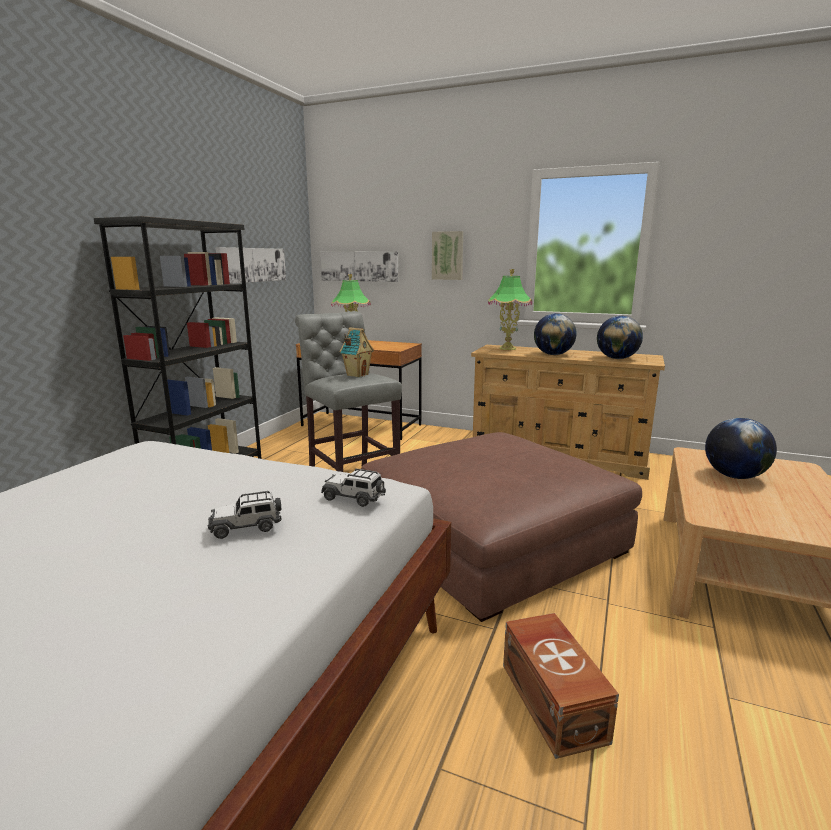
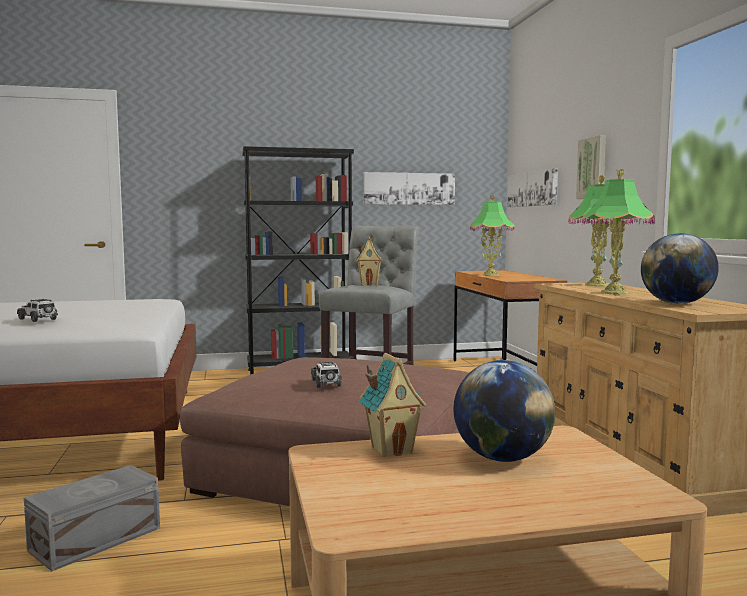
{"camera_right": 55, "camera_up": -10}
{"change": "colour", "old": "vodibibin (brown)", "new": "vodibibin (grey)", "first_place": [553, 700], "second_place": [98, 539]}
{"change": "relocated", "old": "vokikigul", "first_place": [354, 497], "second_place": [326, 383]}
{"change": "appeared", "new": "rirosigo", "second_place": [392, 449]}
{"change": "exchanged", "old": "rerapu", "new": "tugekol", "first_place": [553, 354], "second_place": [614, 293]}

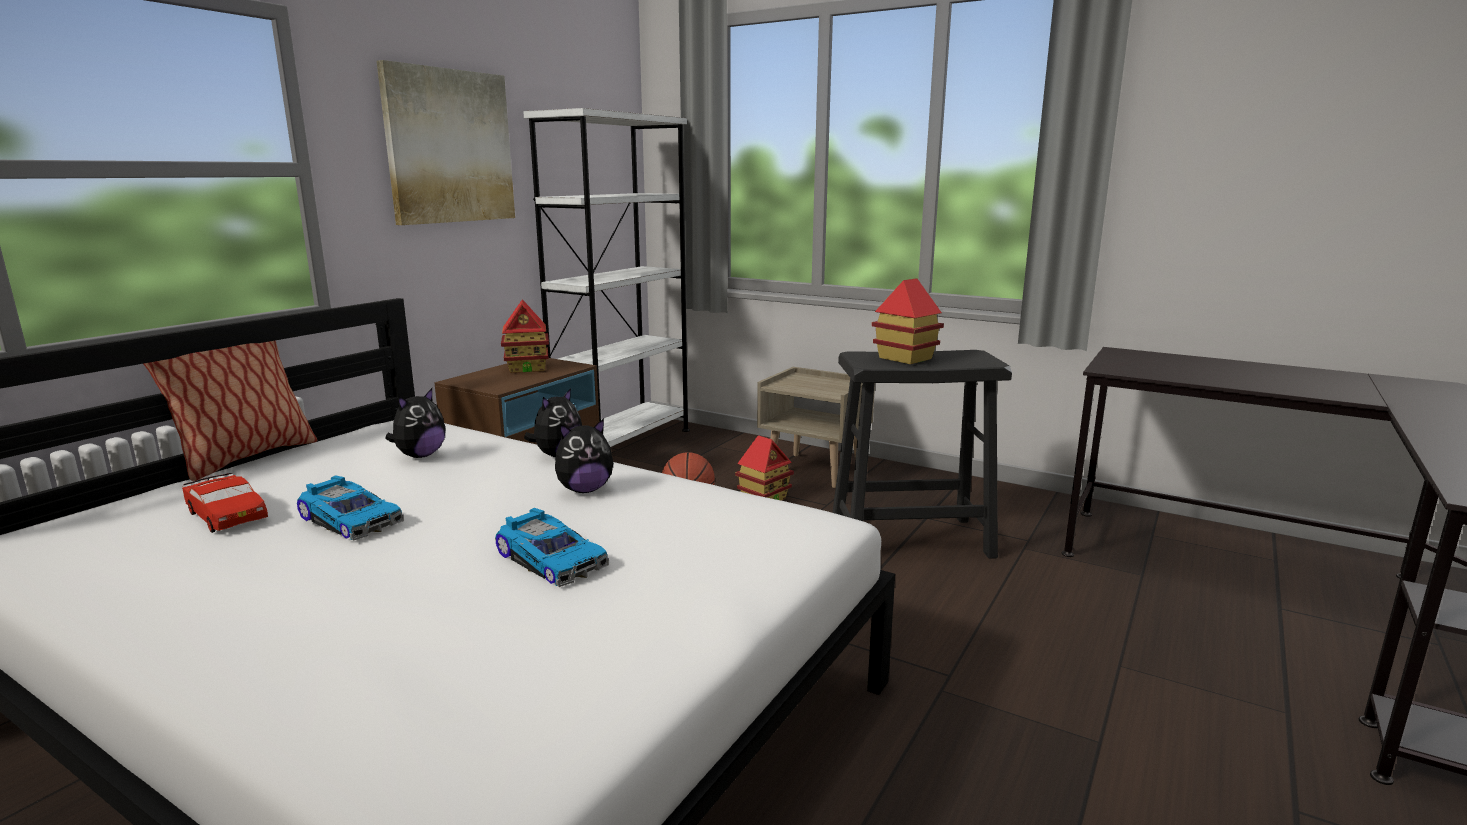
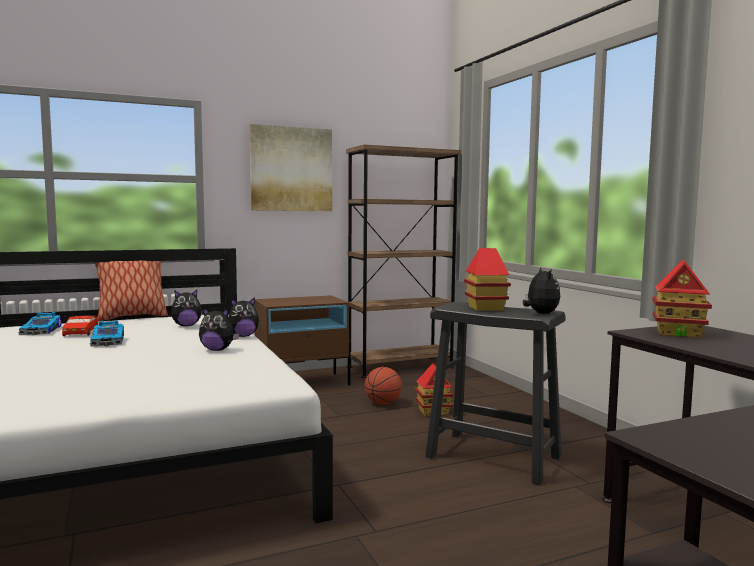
{"camera_right": 35, "camera_up": -10}
{"change": "relocated", "old": "vokikigul", "first_place": [553, 559], "second_place": [42, 330]}
{"change": "colour", "old": "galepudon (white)", "new": "galepudon (brown)", "first_place": [623, 444], "second_place": [400, 367]}
{"change": "appeared", "new": "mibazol", "second_place": [540, 313]}
{"change": "relocated", "old": "rirosigo", "first_place": [527, 368], "second_place": [678, 333]}
{"change": "missing", "old": "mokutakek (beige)", "first_place": [815, 470]}

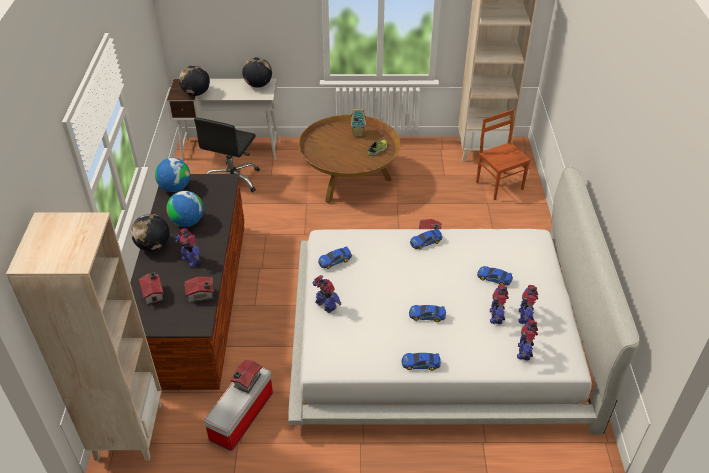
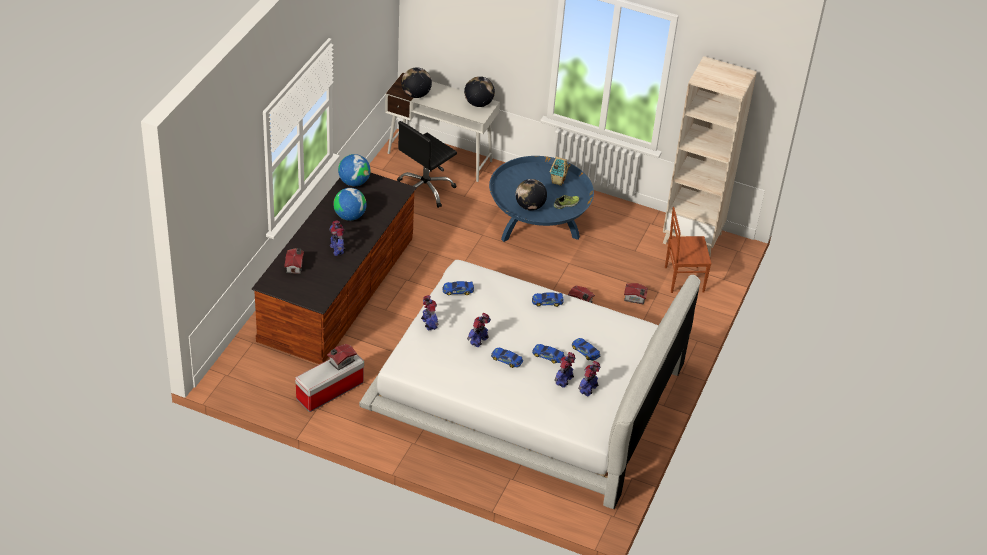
{"camera_right": 20, "camera_up": 0}
{"change": "relocated", "old": "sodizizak", "first_place": [524, 351], "second_place": [479, 341]}
{"change": "colour", "old": "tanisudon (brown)", "new": "tanisudon (blue)", "first_place": [349, 179], "second_place": [537, 224]}
{"change": "relocated", "old": "rerapu", "first_place": [153, 246], "second_place": [529, 206]}
{"change": "relocated", "old": "vokikigul", "first_place": [420, 363], "second_place": [548, 356]}
{"change": "relocated", "old": "rirosigo", "first_place": [201, 295], "second_place": [635, 299]}
{"change": "spun", "old": "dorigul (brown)", "first_place": [499, 185], "second_place": [683, 279], "degrees": -90}
{"change": "missing", "old": "galepudon (beige)", "first_place": [128, 431]}

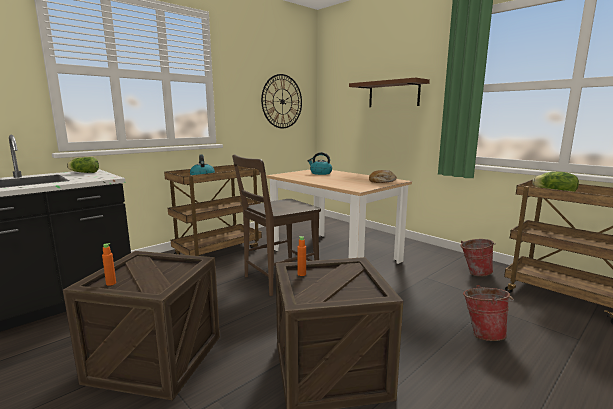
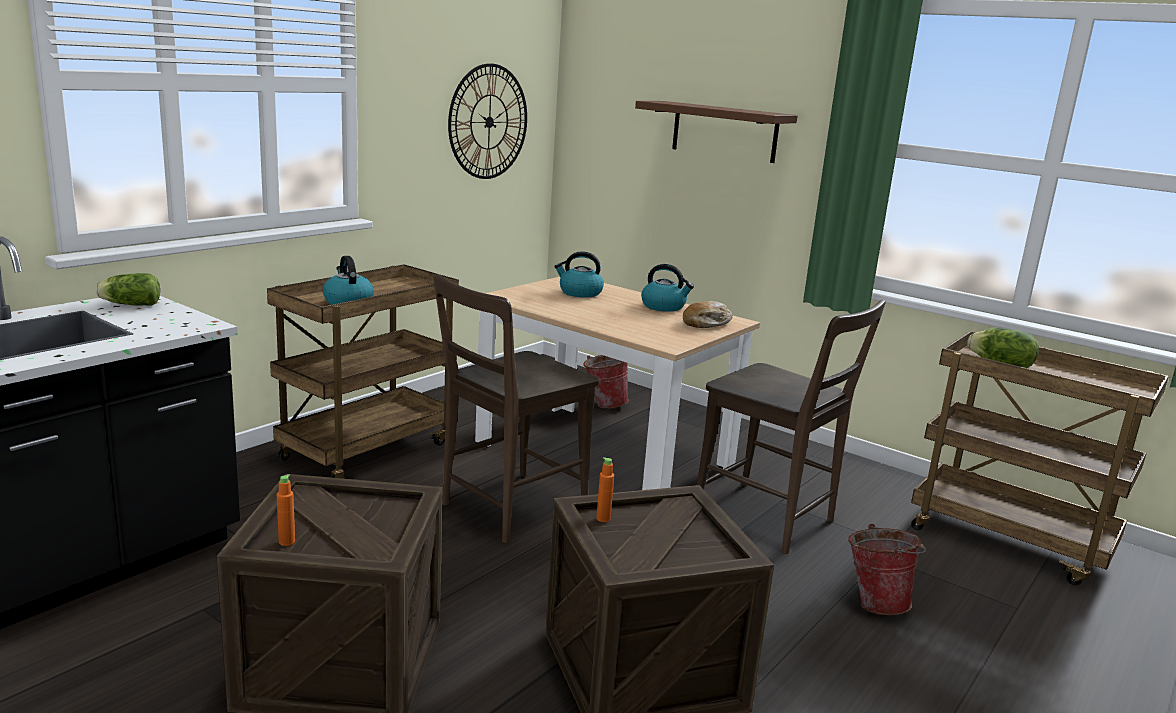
{"camera_right": -10, "camera_up": 5}
{"change": "relocated", "old": "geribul", "first_place": [474, 273], "second_place": [604, 404]}
{"change": "appeared", "new": "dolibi", "second_place": [664, 306]}
{"change": "appeared", "new": "dorigul (brown)", "second_place": [770, 520]}

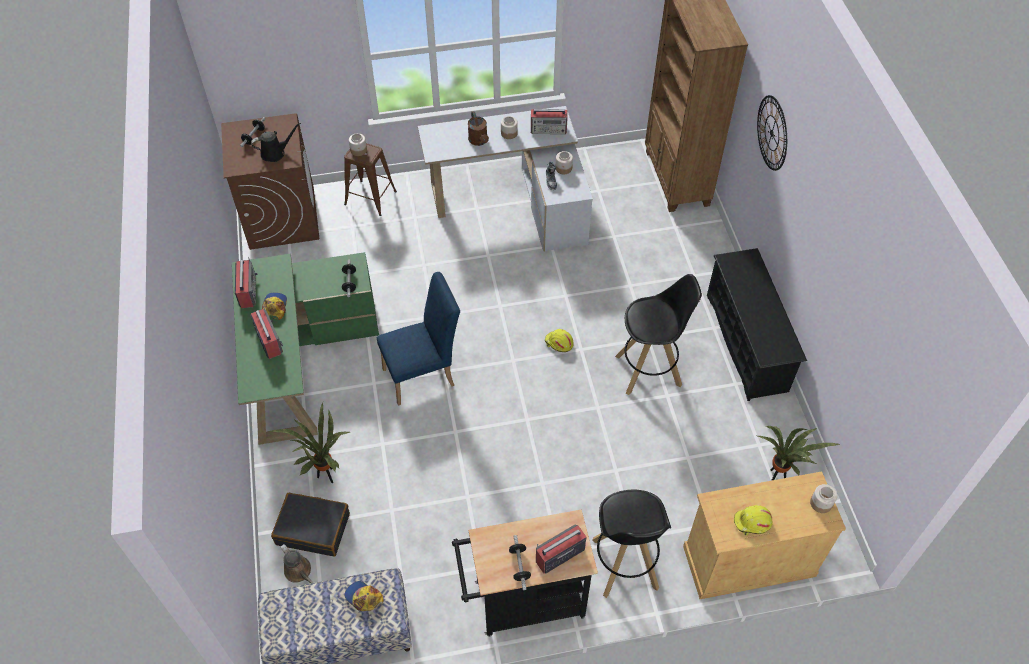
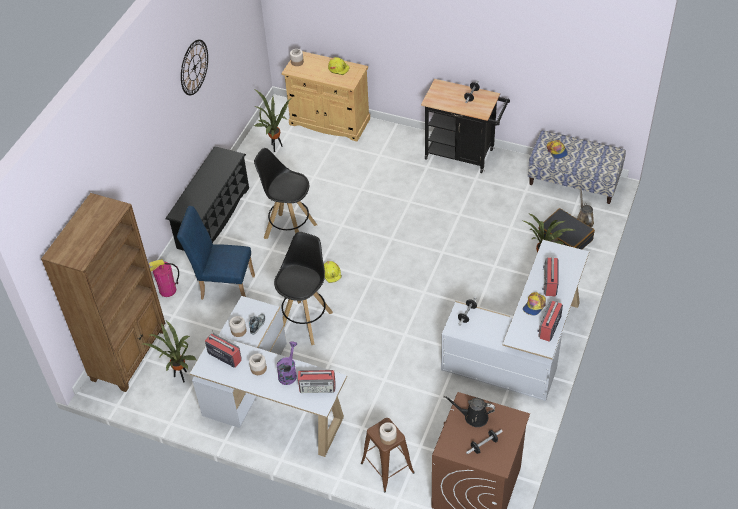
{"camera_right": -145, "camera_up": -5}
{"change": "appeared", "new": "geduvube", "second_place": [181, 377]}
{"change": "appeared", "new": "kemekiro", "second_place": [167, 290]}
{"change": "relocated", "old": "dorigul (blue)", "first_place": [424, 375], "second_place": [223, 286]}
{"change": "relocated", "old": "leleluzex", "first_place": [772, 133], "second_place": [194, 67]}
{"change": "relocated", "old": "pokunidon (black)", "first_place": [625, 564], "second_place": [306, 321]}
{"change": "colour", "old": "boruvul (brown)", "new": "boruvul (purple)", "first_place": [479, 141], "second_place": [288, 373]}
{"change": "relocated", "old": "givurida", "first_place": [559, 555], "second_place": [318, 387]}
{"change": "colour", "old": "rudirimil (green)", "new": "rudirimil (white)", "first_place": [300, 360], "second_place": [522, 348]}

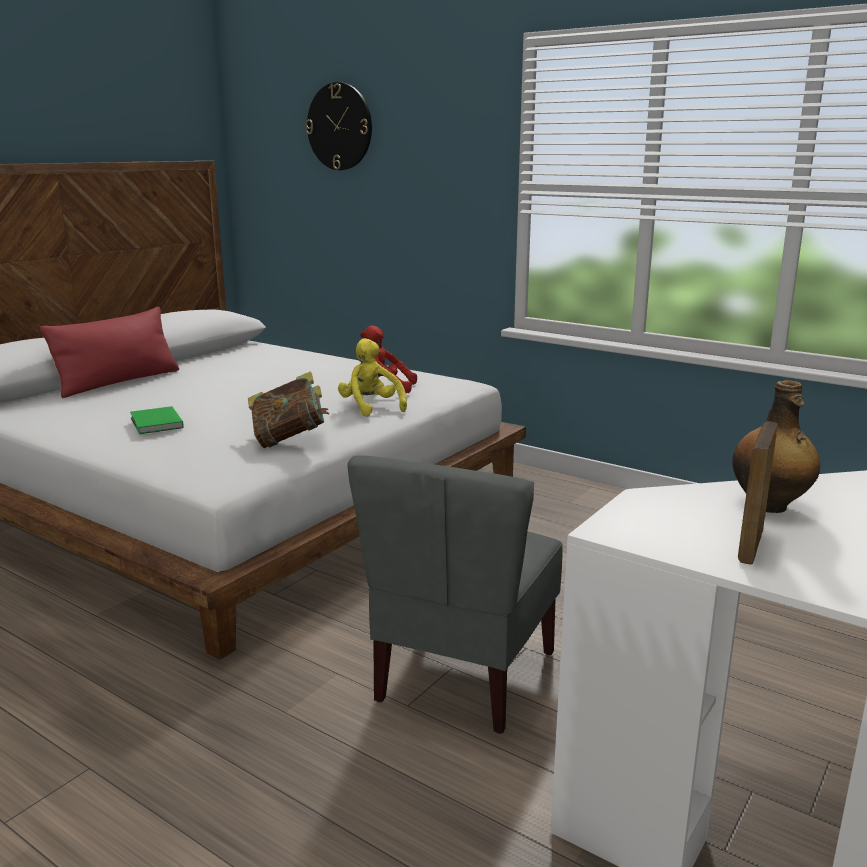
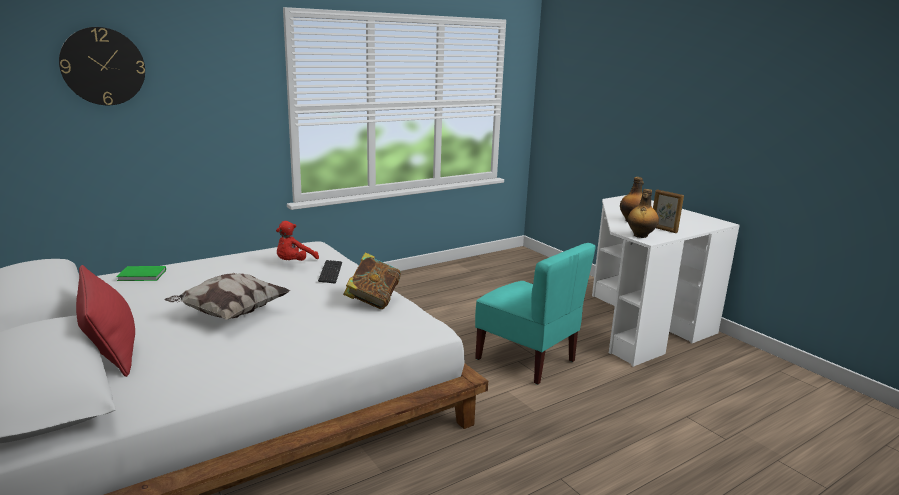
{"camera_right": -70, "camera_up": 0}
{"change": "relocated", "old": "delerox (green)", "first_place": [156, 423], "second_place": [143, 275]}
{"change": "appeared", "new": "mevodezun", "second_place": [230, 313]}
{"change": "exchanged", "old": "mibazol (yellow)", "new": "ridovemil", "first_place": [371, 407], "second_place": [330, 273]}
{"change": "colour", "old": "dorigul (grey)", "new": "dorigul (turquoise)", "first_place": [463, 676], "second_place": [527, 360]}
{"change": "appeared", "new": "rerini", "second_place": [640, 236]}

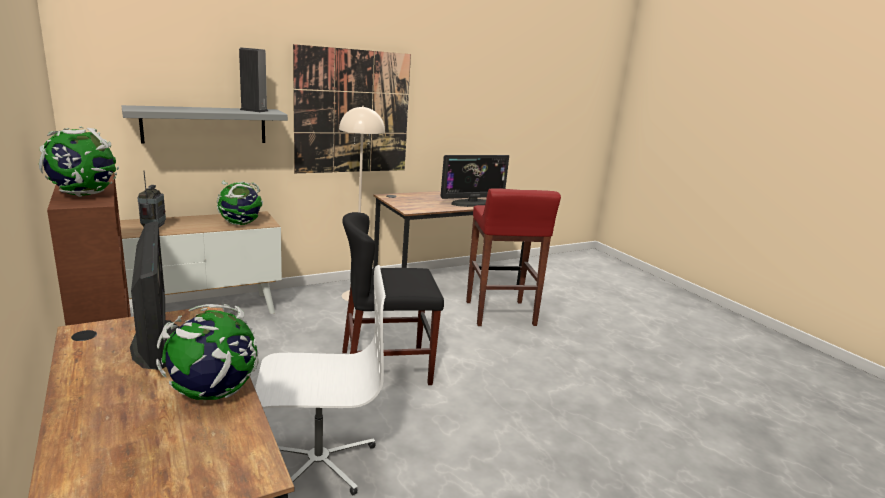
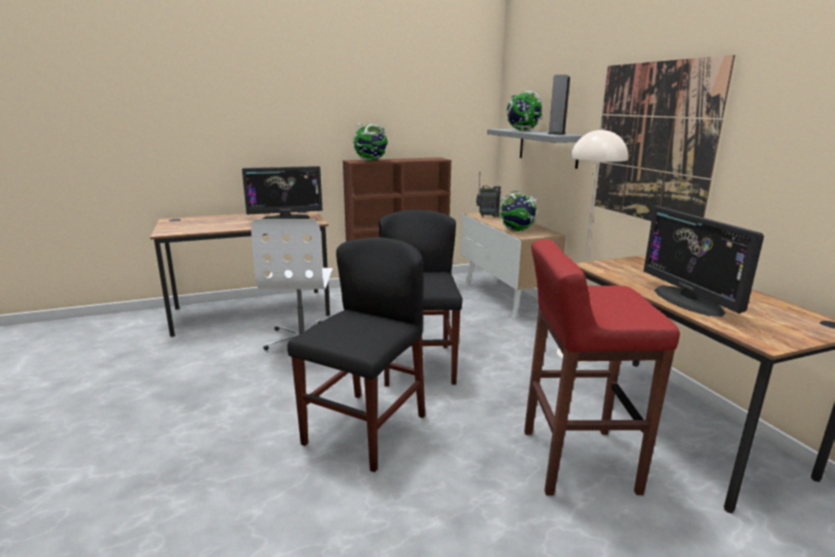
{"camera_right": 100, "camera_up": 0}
{"change": "appeared", "new": "dorigul (black)", "second_place": [365, 429]}
{"change": "relocated", "old": "rerapu", "first_place": [212, 393], "second_place": [522, 130]}

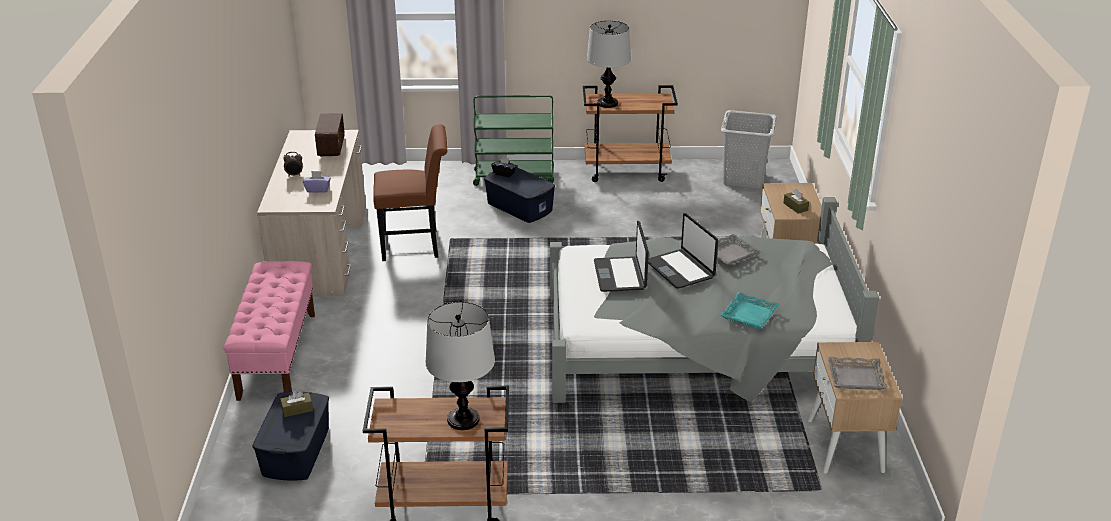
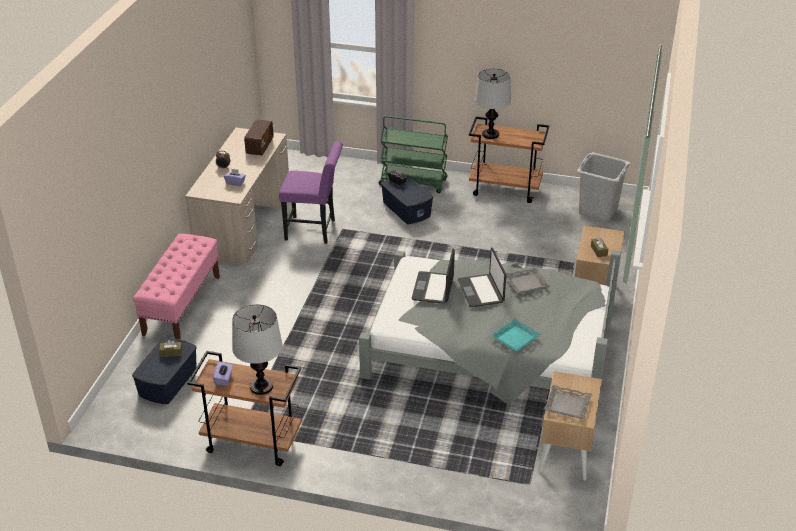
{"camera_right": 15, "camera_up": 5}
{"change": "appeared", "new": "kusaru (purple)", "second_place": [224, 379]}
{"change": "colour", "old": "dorigul (brown)", "new": "dorigul (purple)", "first_place": [415, 245], "second_place": [314, 230]}

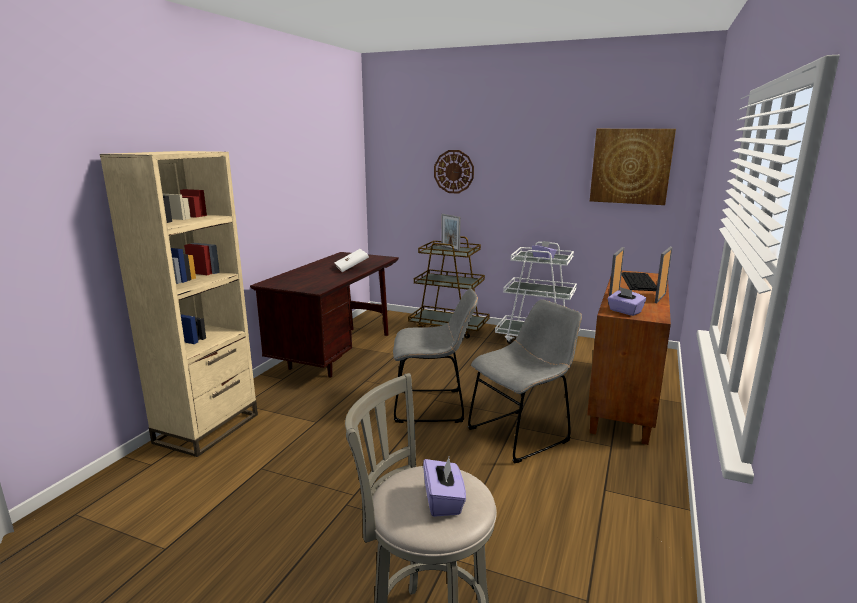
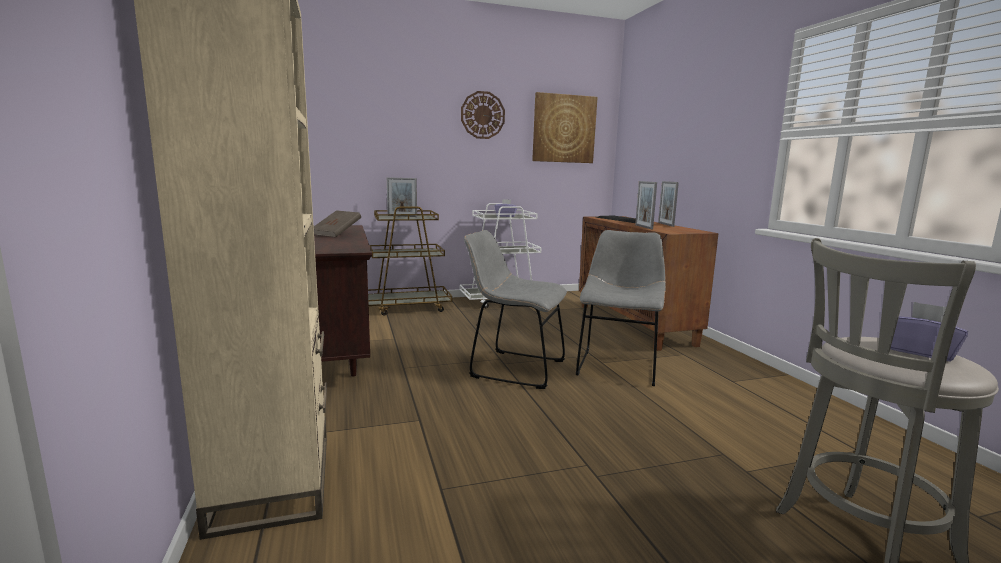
{"camera_right": -40, "camera_up": -5}
{"change": "colour", "old": "delerox (white)", "new": "delerox (brown)", "first_place": [351, 268], "second_place": [337, 234]}
{"change": "relocated", "old": "leleluzex", "first_place": [454, 171], "second_place": [482, 115]}
{"change": "spun", "old": "dorigul (grey)", "first_place": [433, 406], "second_place": [513, 368], "degrees": -120}
{"change": "missing", "old": "kusaru (purple)", "first_place": [624, 311]}

